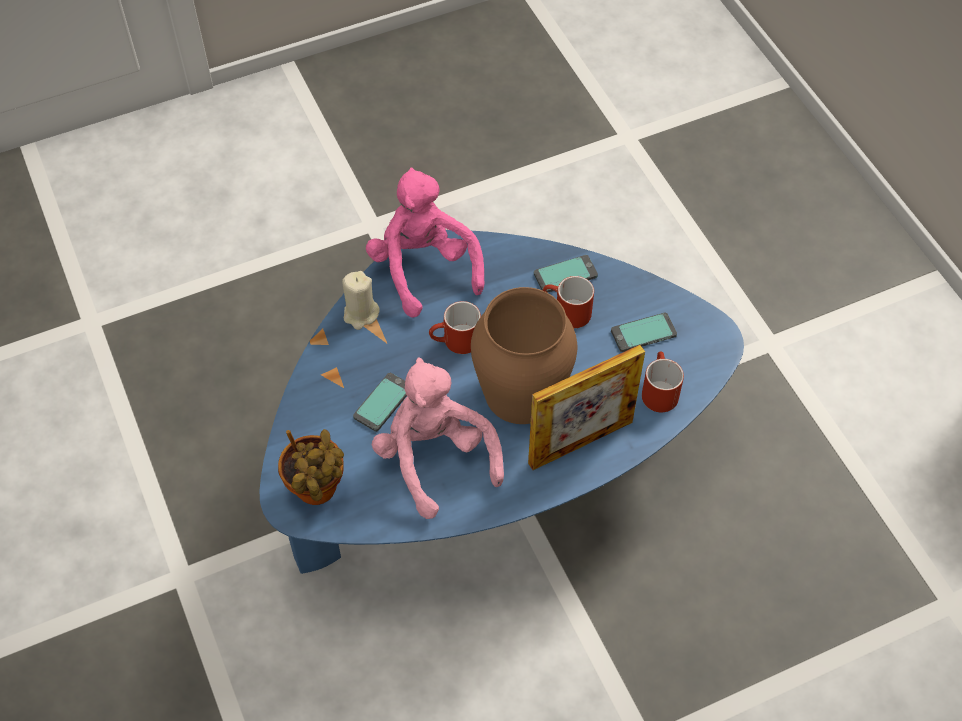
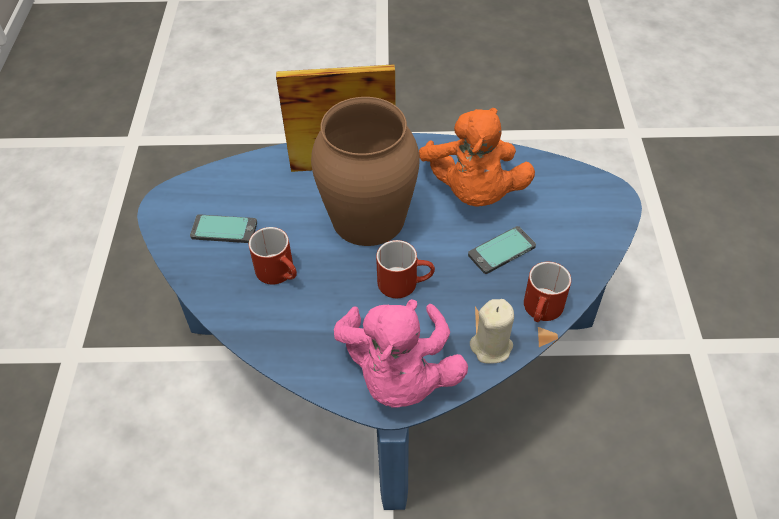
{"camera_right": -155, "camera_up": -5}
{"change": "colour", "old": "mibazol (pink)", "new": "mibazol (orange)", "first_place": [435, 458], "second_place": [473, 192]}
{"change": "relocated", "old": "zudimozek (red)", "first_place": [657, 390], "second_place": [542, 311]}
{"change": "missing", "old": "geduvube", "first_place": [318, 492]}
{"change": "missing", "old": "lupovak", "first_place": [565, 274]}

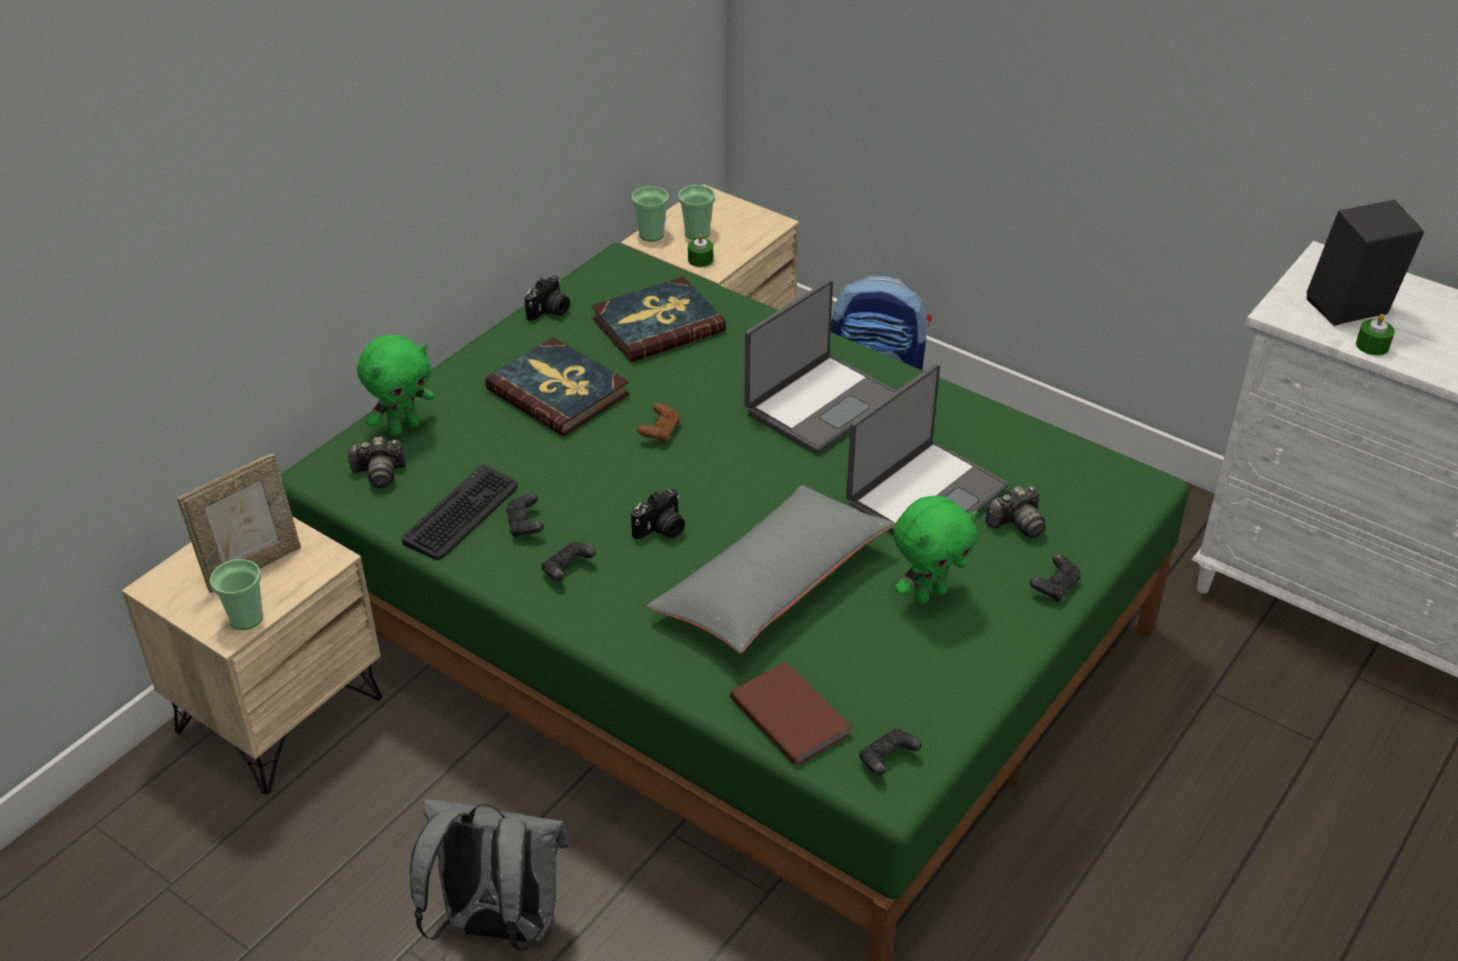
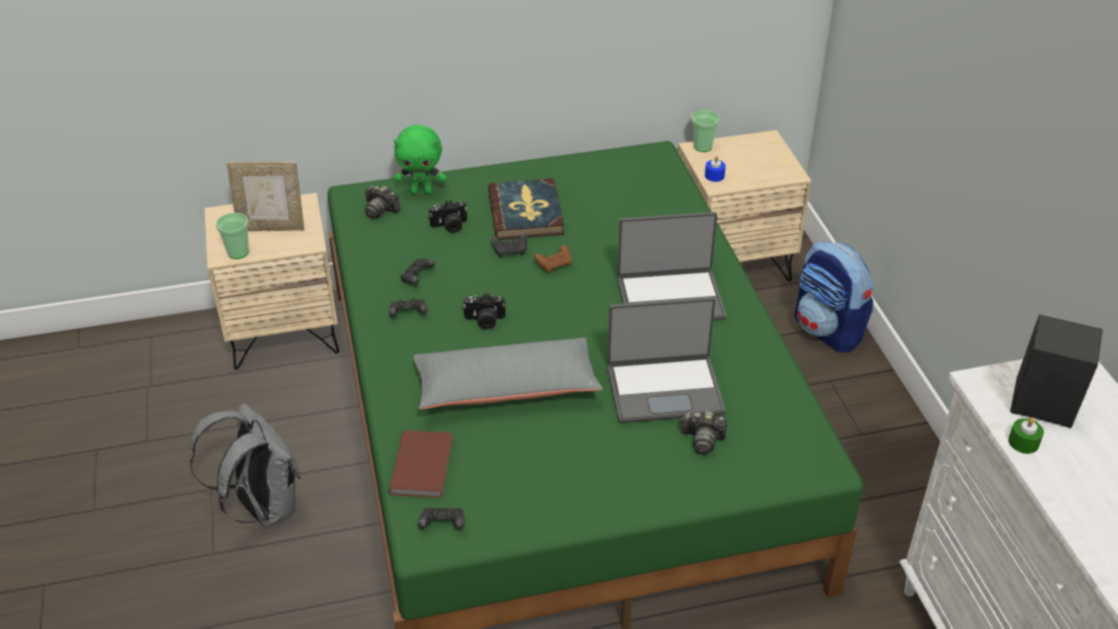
{"camera_right": 40, "camera_up": 0}
{"change": "relocated", "old": "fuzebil", "first_place": [550, 311], "second_place": [450, 226]}
{"change": "relocated", "old": "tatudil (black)", "first_place": [1055, 587], "second_place": [510, 251]}
{"change": "colour", "old": "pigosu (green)", "new": "pigosu (blue)", "first_place": [700, 259], "second_place": [714, 176]}
{"change": "missing", "old": "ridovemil", "first_place": [462, 514]}
{"change": "missing", "old": "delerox", "first_place": [657, 324]}
{"change": "missing", "old": "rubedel", "first_place": [697, 233]}
{"change": "missing", "old": "mibazol (green)", "first_place": [929, 594]}

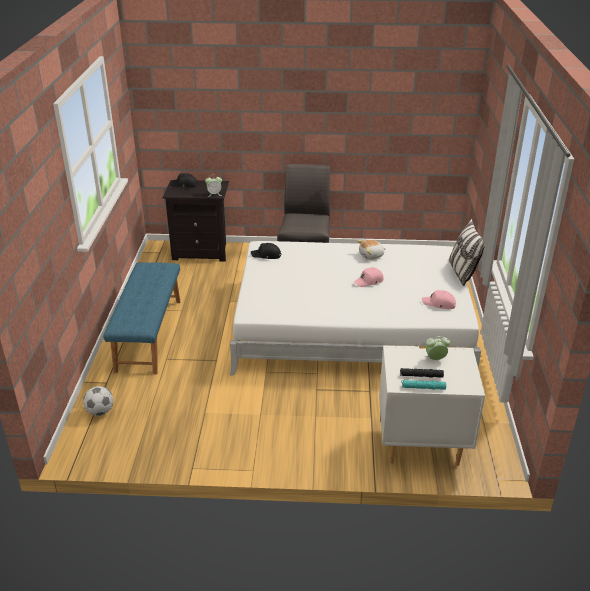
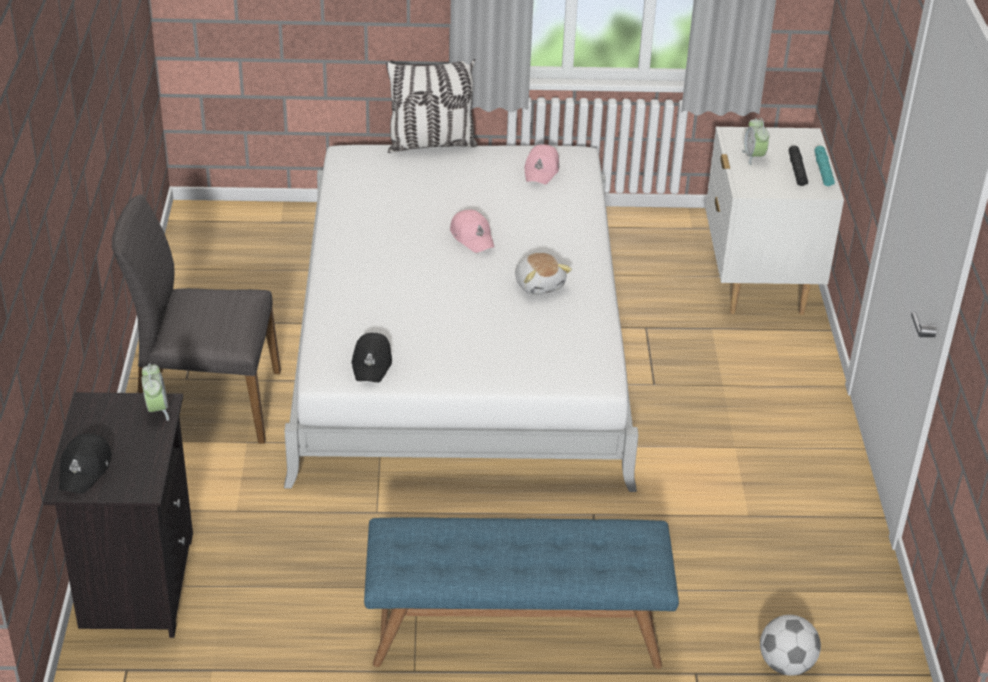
{"camera_right": -95, "camera_up": 5}
{"change": "relocated", "old": "mibazol", "first_place": [371, 256], "second_place": [539, 284]}

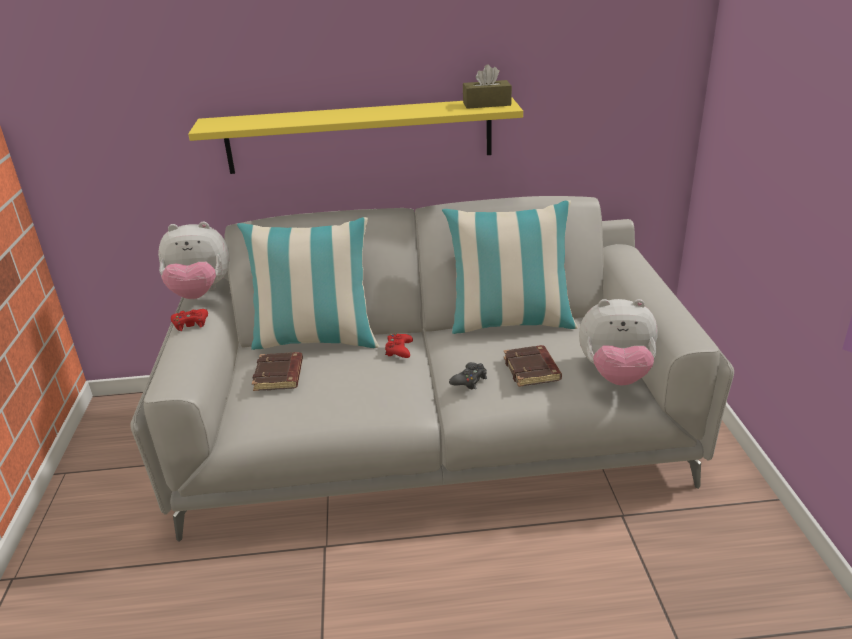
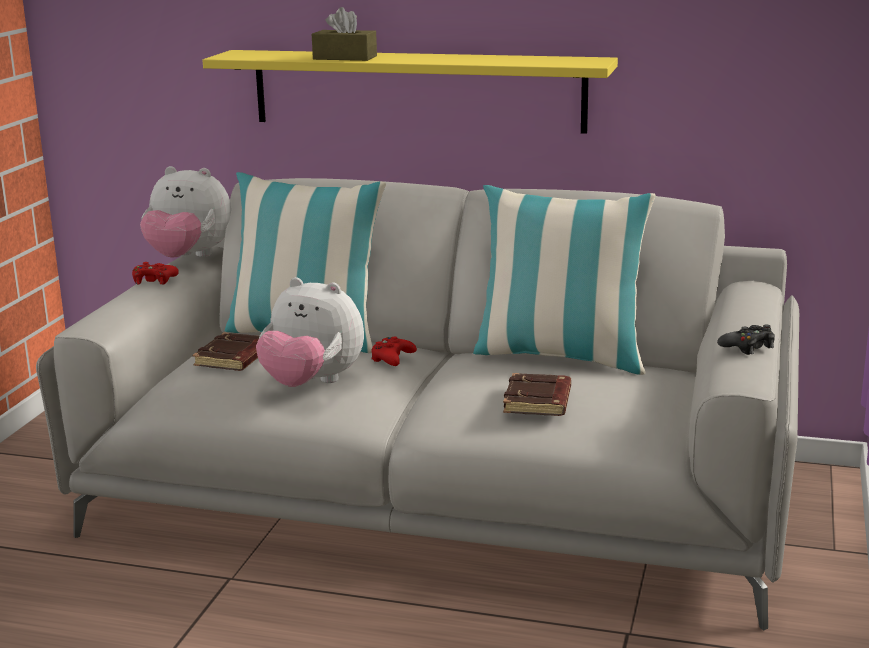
{"camera_right": 20, "camera_up": -10}
{"change": "relocated", "old": "mibazol", "first_place": [615, 375], "second_place": [311, 383]}
{"change": "relocated", "old": "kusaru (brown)", "first_place": [486, 104], "second_place": [345, 57]}
{"change": "relocated", "old": "tatudil (black)", "first_place": [469, 380], "second_place": [748, 347]}

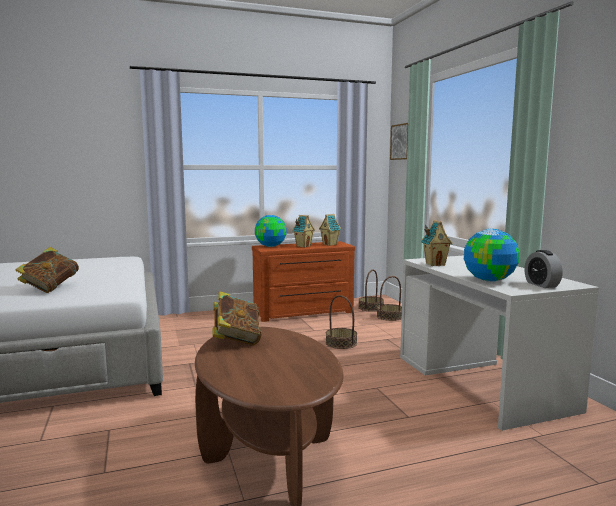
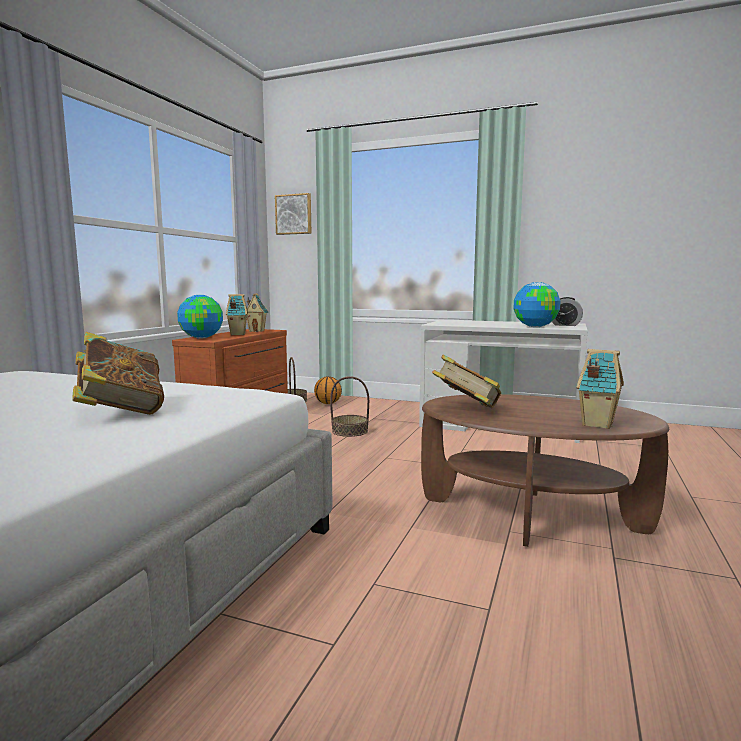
{"camera_right": -50, "camera_up": 0}
{"change": "exchanged", "old": "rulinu", "new": "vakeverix", "first_place": [390, 316], "second_place": [327, 403]}
{"change": "relocated", "old": "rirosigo", "first_place": [435, 264], "second_place": [596, 424]}

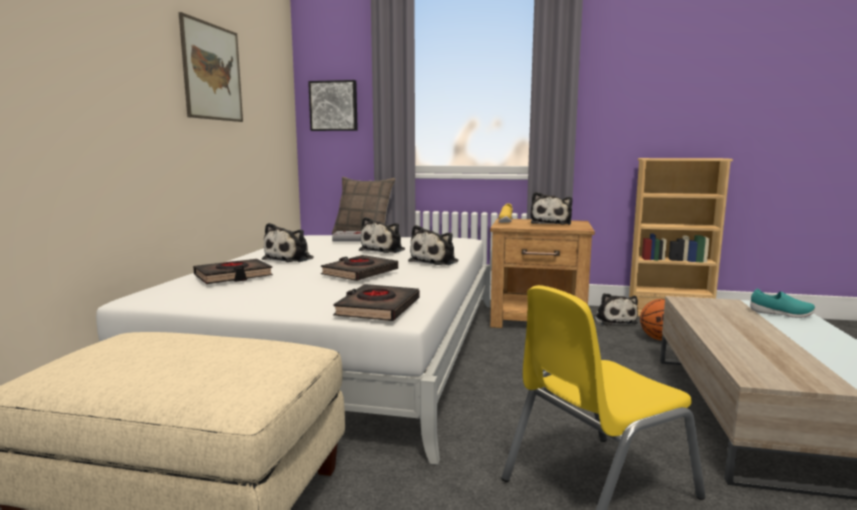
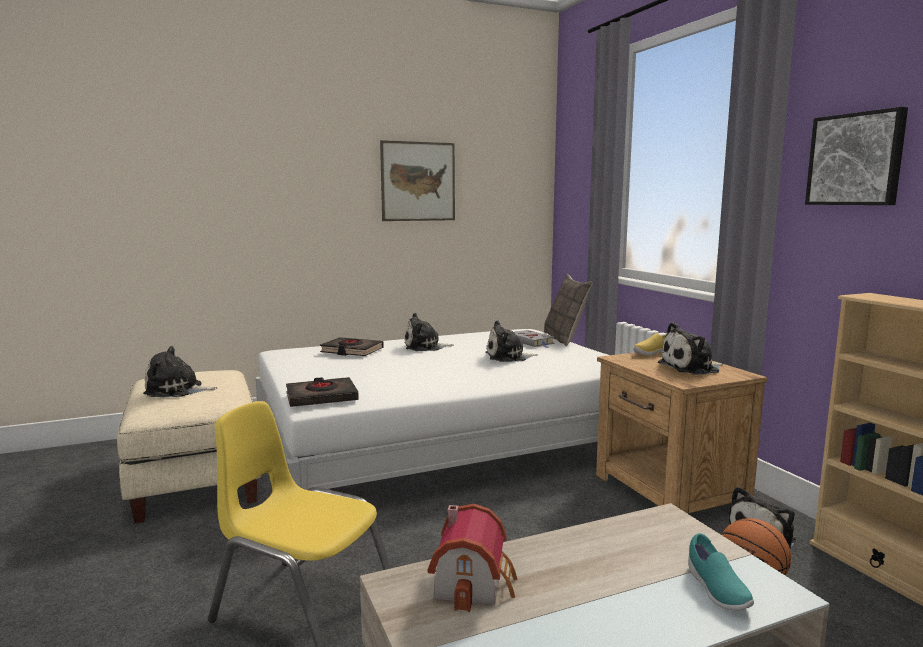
{"camera_right": 55, "camera_up": 0}
{"change": "relocated", "old": "mibazol", "first_place": [436, 261], "second_place": [177, 390]}
{"change": "appeared", "new": "rirosigo", "second_place": [474, 582]}
{"change": "relocated", "old": "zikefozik", "first_place": [334, 106], "second_place": [856, 159]}
{"change": "missing", "old": "delerox (black)", "first_place": [360, 273]}

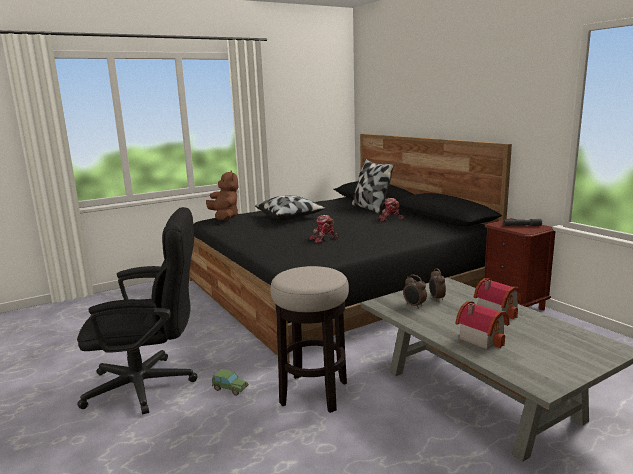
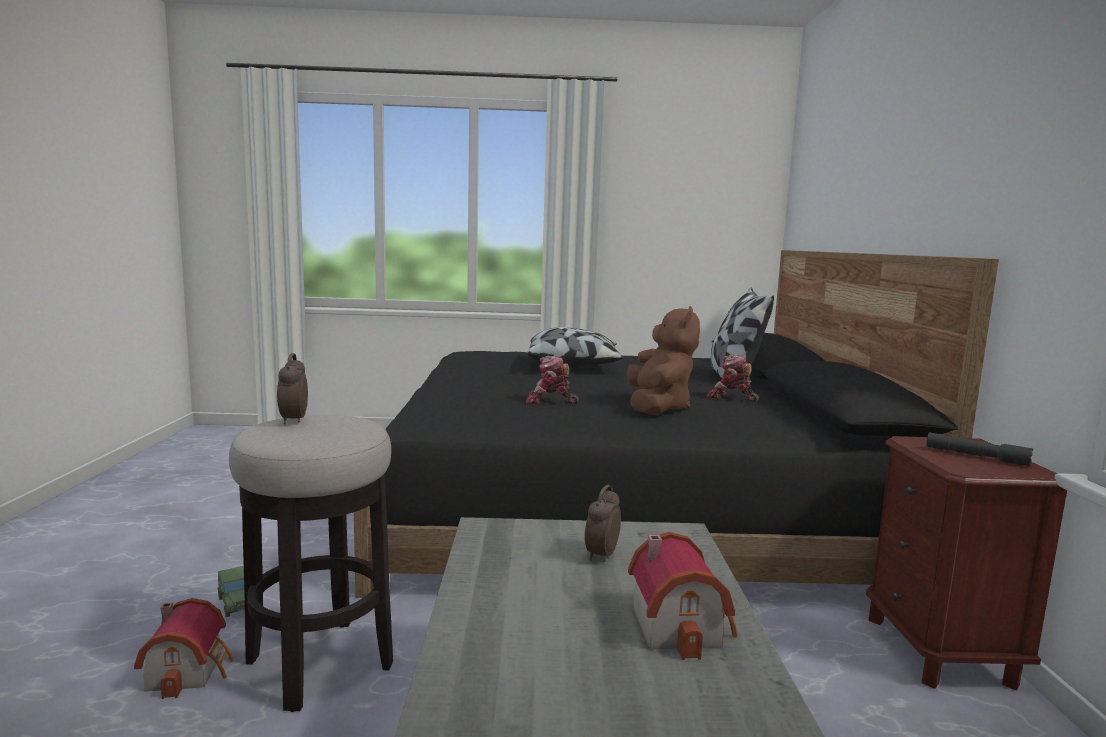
{"camera_right": 30, "camera_up": -5}
{"change": "relocated", "old": "rirosigo", "first_place": [481, 337], "second_place": [190, 670]}
{"change": "relocated", "old": "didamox", "first_place": [414, 306], "second_place": [293, 420]}
{"change": "relocated", "old": "mibazol (brown)", "first_place": [224, 217], "second_place": [657, 408]}
{"change": "missing", "old": "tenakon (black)", "first_place": [151, 385]}

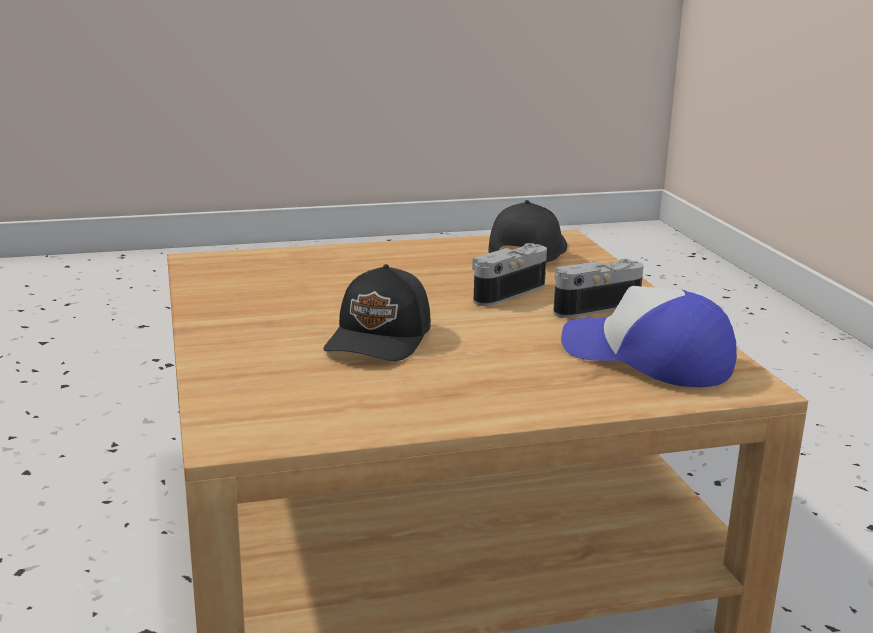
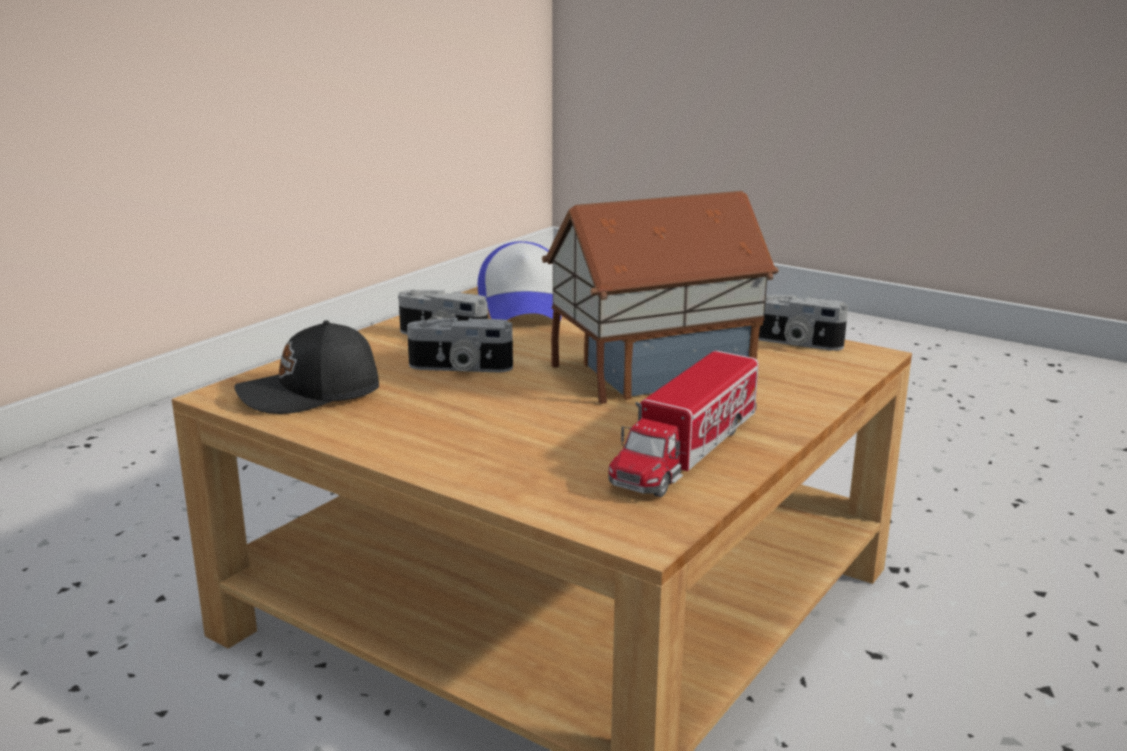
{"camera_right": -130, "camera_up": 0}
{"change": "exchanged", "old": "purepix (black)", "new": "rirosigo", "first_place": [381, 339], "second_place": [651, 371]}
{"change": "appeared", "new": "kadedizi", "second_place": [686, 451]}
{"change": "appeared", "new": "fuzebil", "second_place": [792, 343]}

